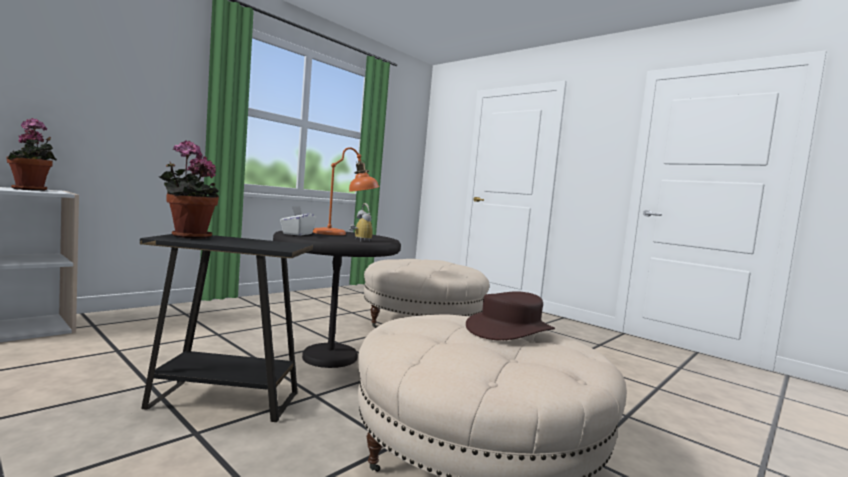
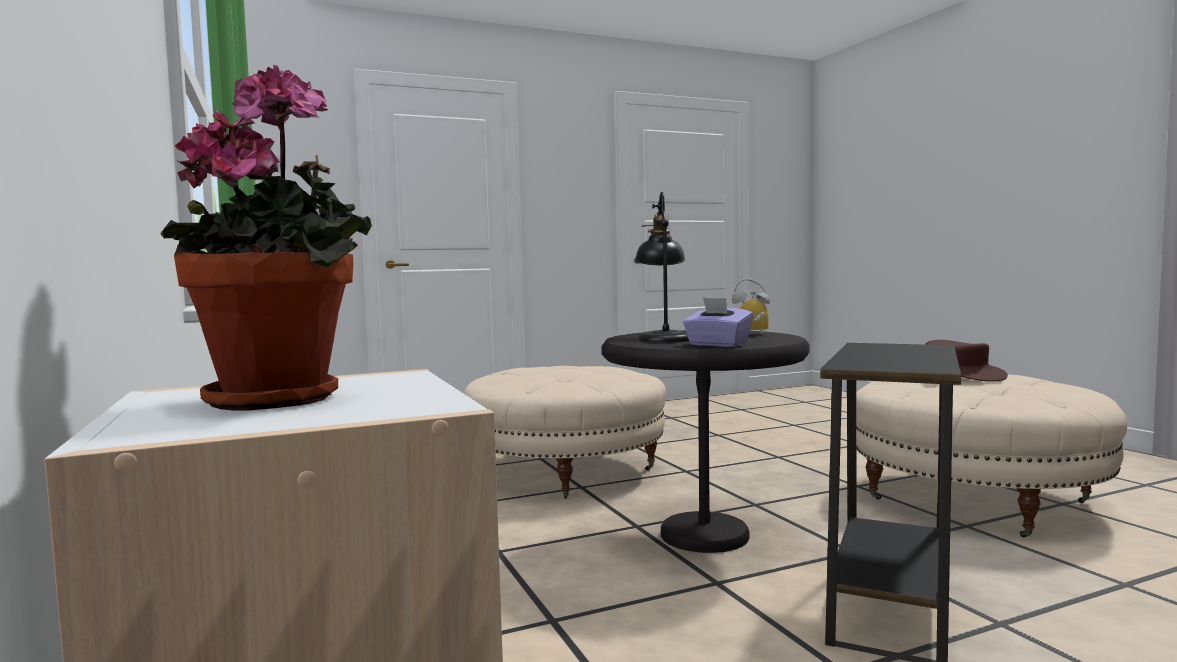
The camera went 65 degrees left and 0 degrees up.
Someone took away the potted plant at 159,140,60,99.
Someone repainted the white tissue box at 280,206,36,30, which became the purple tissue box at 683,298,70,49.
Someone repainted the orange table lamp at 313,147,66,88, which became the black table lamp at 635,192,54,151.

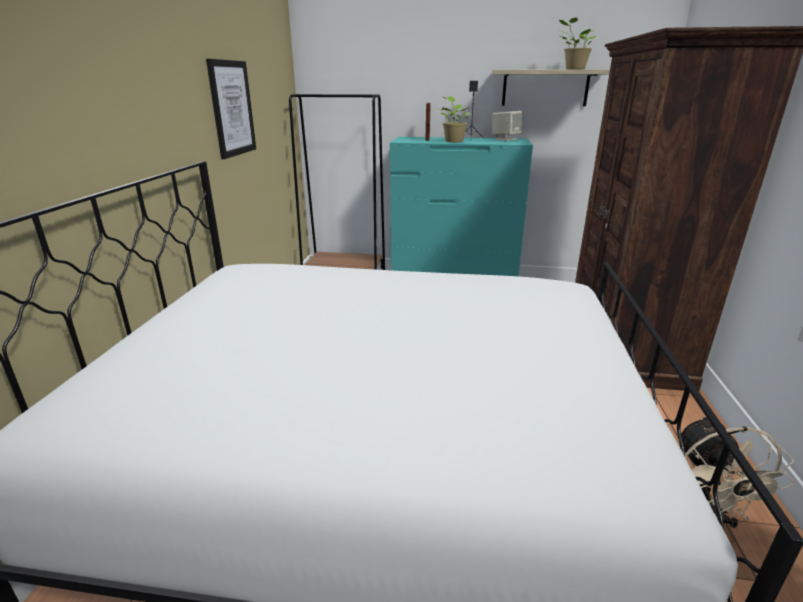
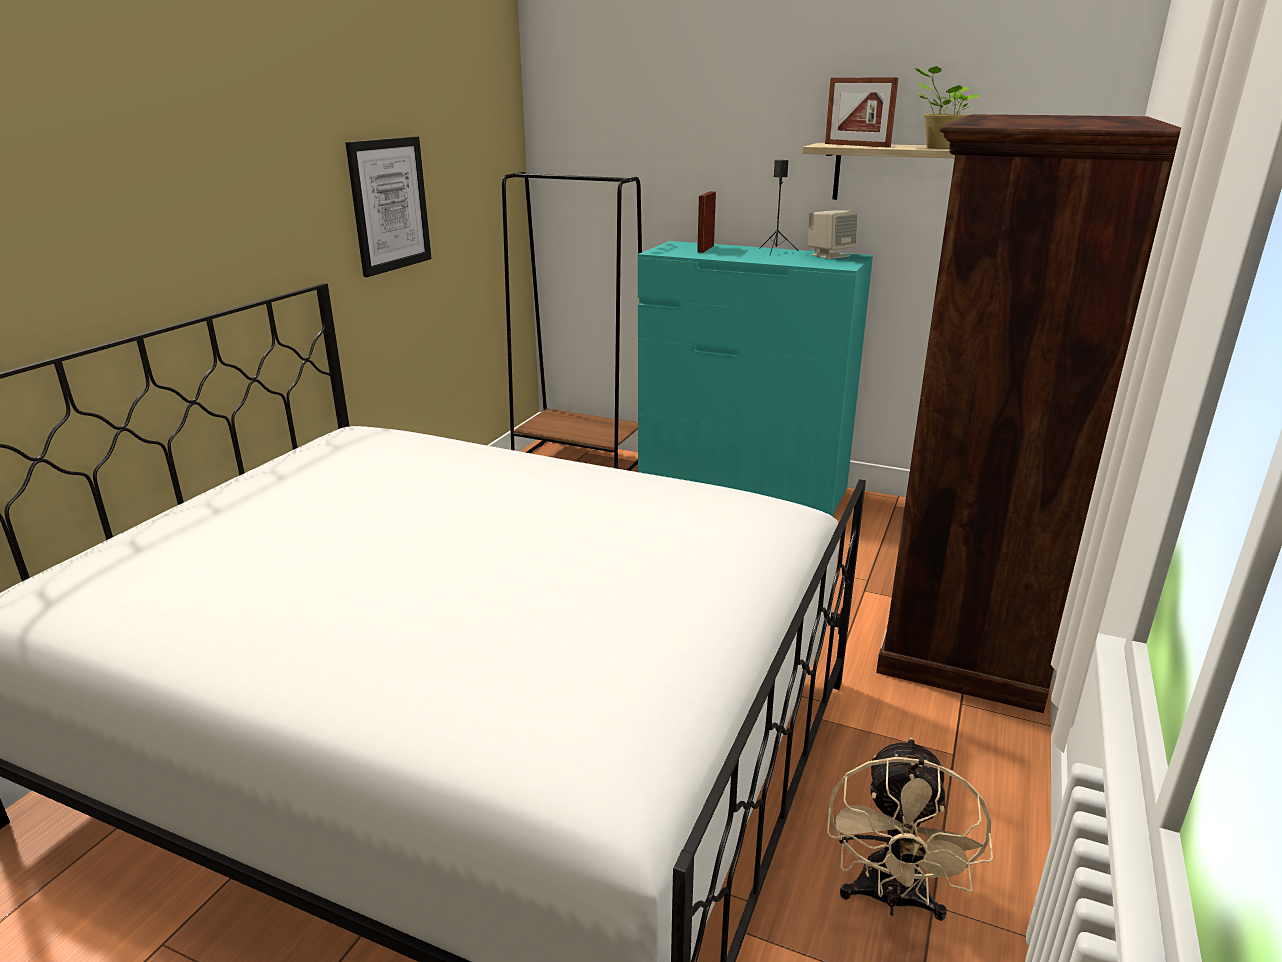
The camera went 15 degrees right and 0 degrees up.
Someone took away the potted plant at 439,96,32,46.
Someone put down the picture frame at 825,77,74,71.

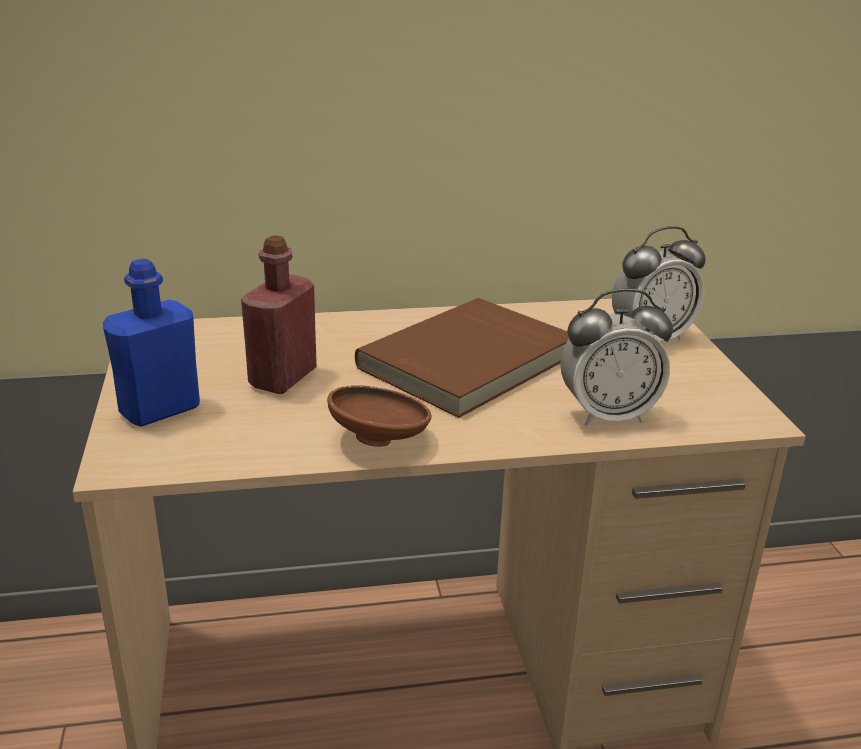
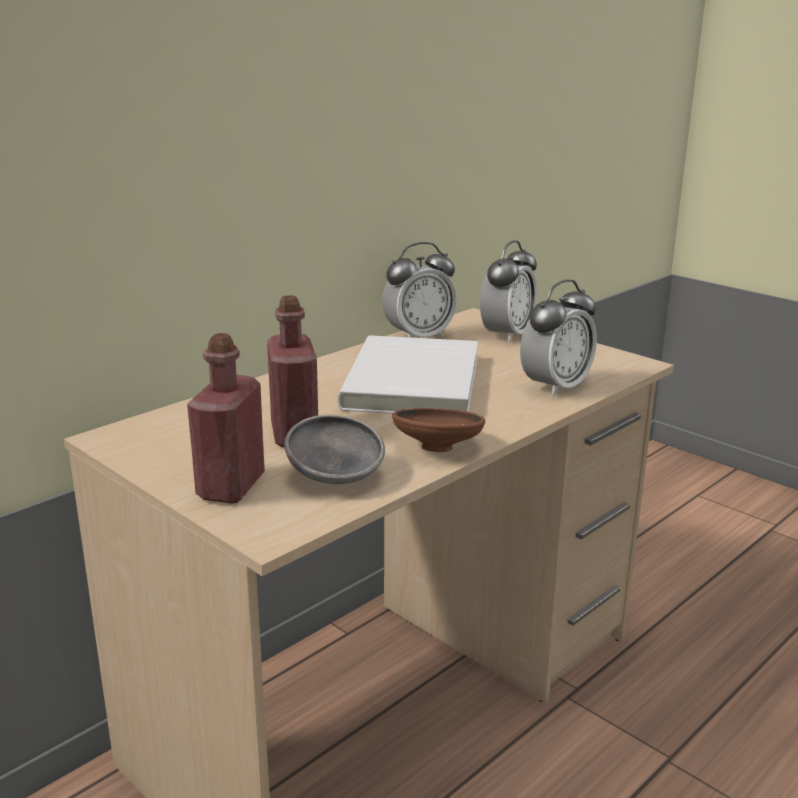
The camera went 35 degrees left and 5 degrees down.
Someone put down the grey bowl at 284,415,101,69.
Someone put down the alarm clock at 382,242,75,96.
Someone repainted the blue bottle at 103,259,97,168, which became the red bottle at 187,333,78,171.
Someone repainted the brown book at 355,298,214,120, which became the white book at 337,335,141,79.

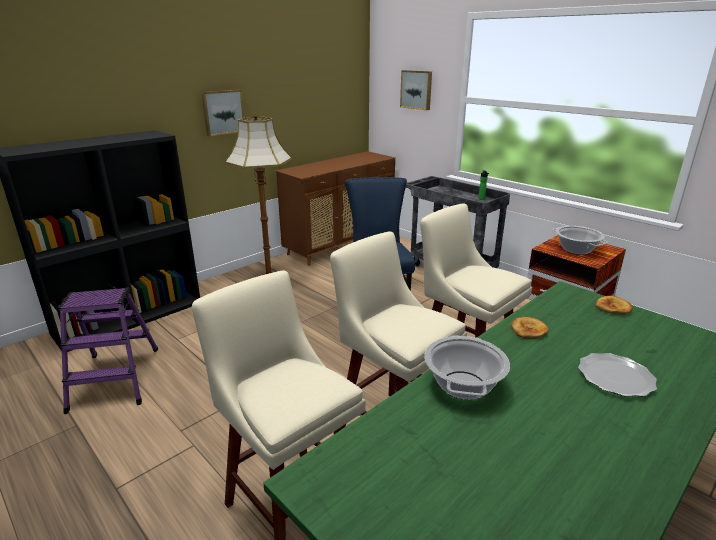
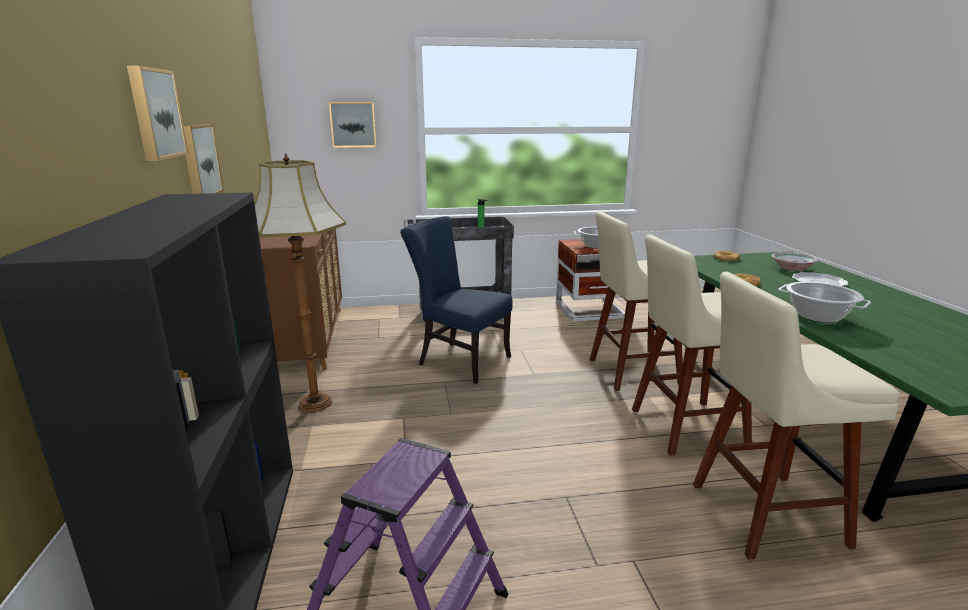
The camera went 55 degrees left and 5 degrees down.
Someone put up the picture at 127,65,61,96.
Someone put down the bowl at 772,252,46,19.

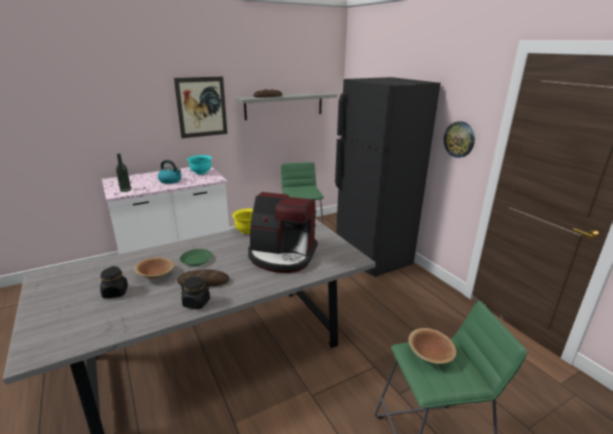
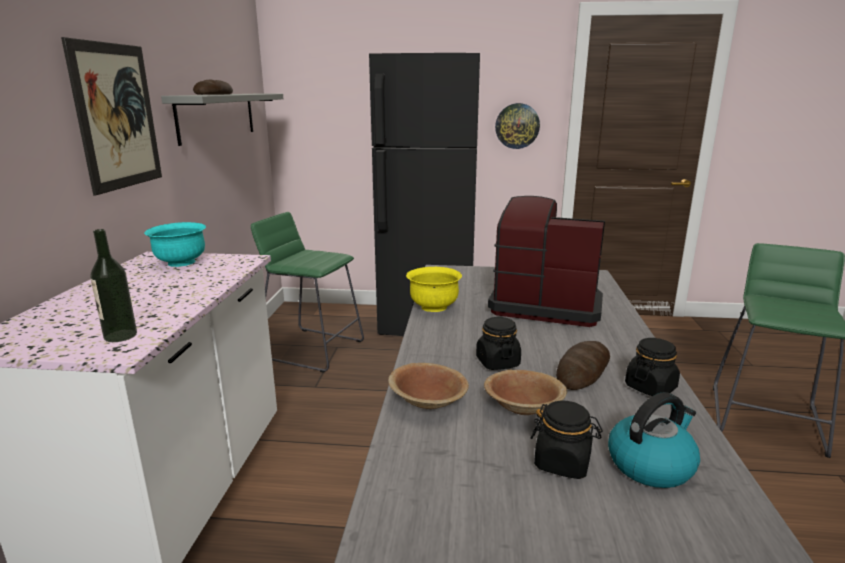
The camera went 55 degrees left and 5 degrees down.
Someone carried the kettle from 158,160,24,24 to 608,392,92,96.
Someone carried the brown bowl from 408,328,48,36 to 388,363,81,46.
Someone swapped the green plate at 180,249,32,17 for the black jar at 476,317,45,53.
Someone rotated the coffee machine at 248,192,70,81 by 120 degrees counterclockwise.

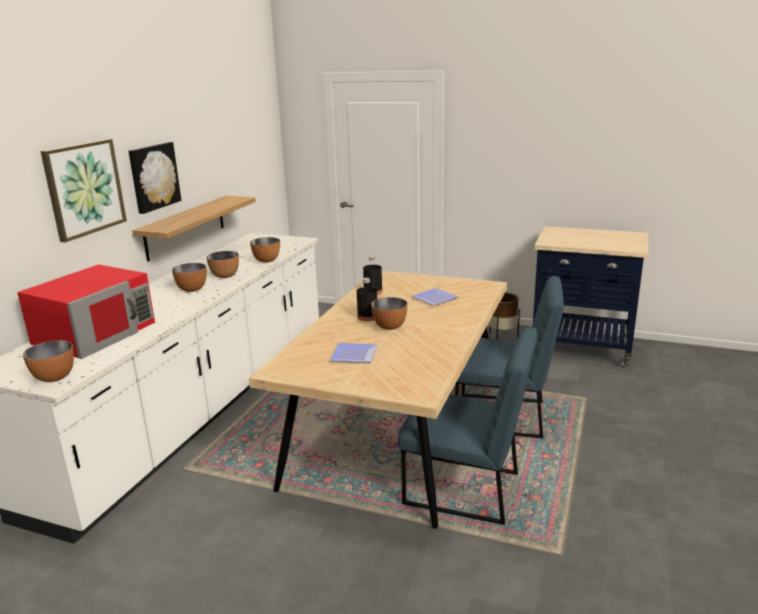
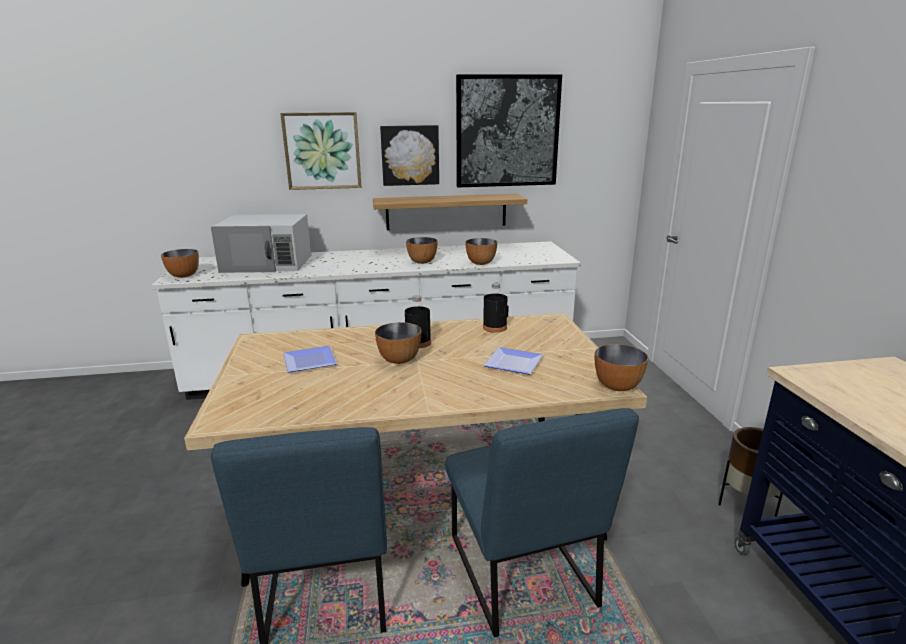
The camera went 60 degrees right and 0 degrees up.
Someone put up the picture at 456,74,106,114.
Someone carried the bowl from 172,263,35,29 to 595,344,54,47.
Someone repainted the red microwave at 17,264,138,95, which became the white microwave at 211,214,100,59.

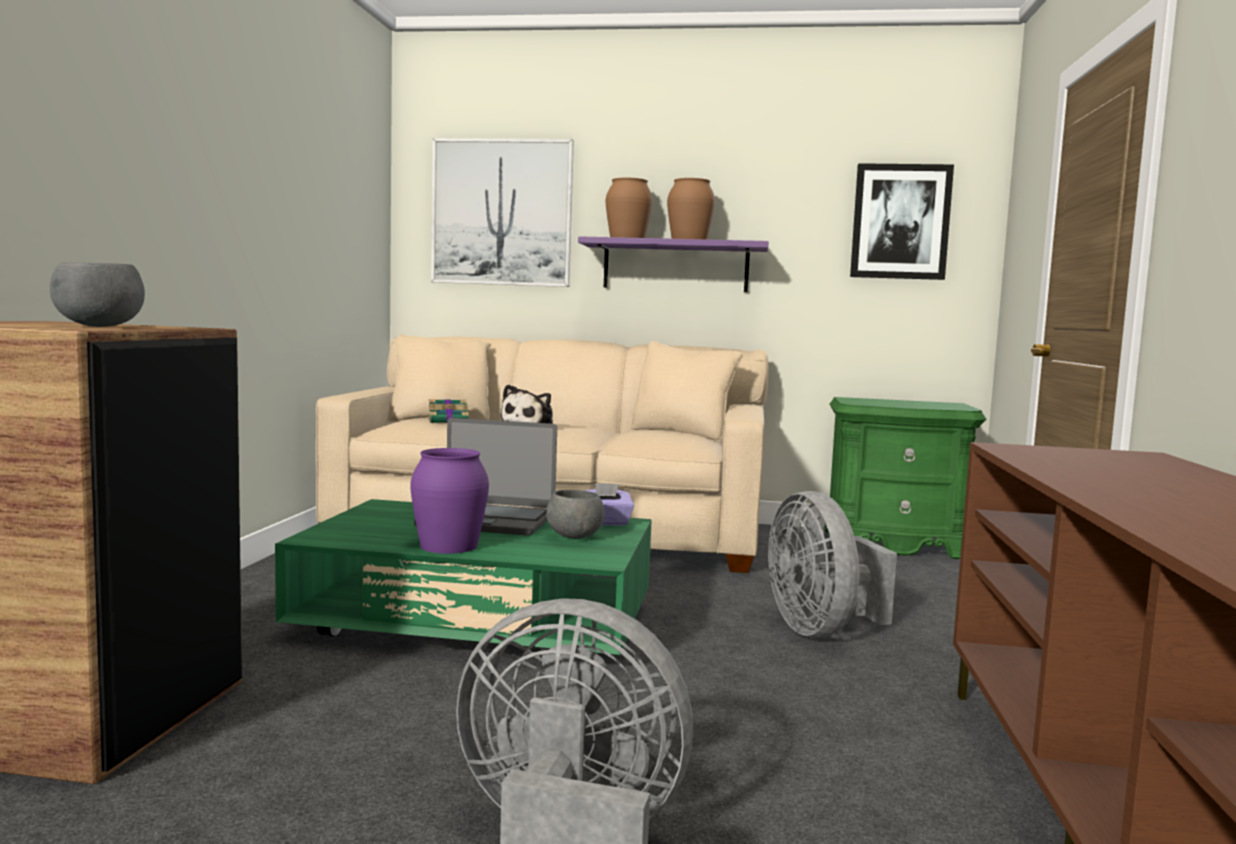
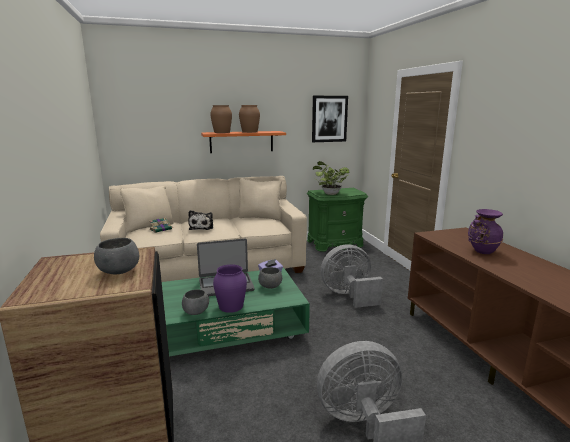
The camera went 25 degrees left and 10 degrees up.
Someone took away the picture at 431,138,143,149.
Someone put down the grey bowl at 182,289,27,26.
Someone put down the potted plant at 313,161,36,34.
Someone put down the purple vase at 468,209,35,45.
Someone repainted the purple shelf at 578,236,191,56, which became the orange shelf at 201,131,85,22.
Someone rotated the grey fan at 768,491,129,147 by 120 degrees clockwise.

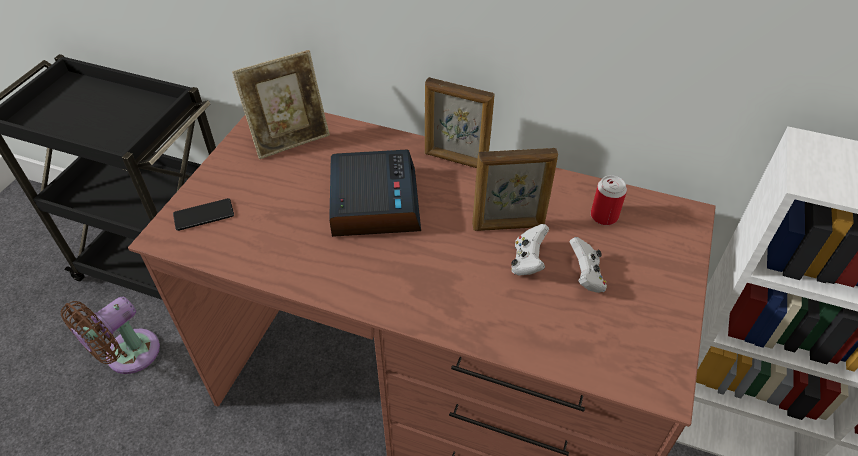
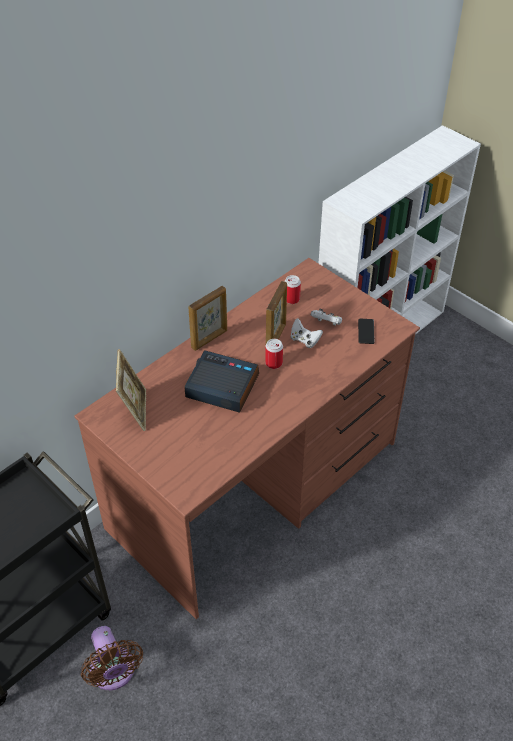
The camera went 65 degrees left and 0 degrees up.
Someone put down the can at 265,339,18,30.
Someone carried the phone from 173,198,61,33 to 358,319,17,25.

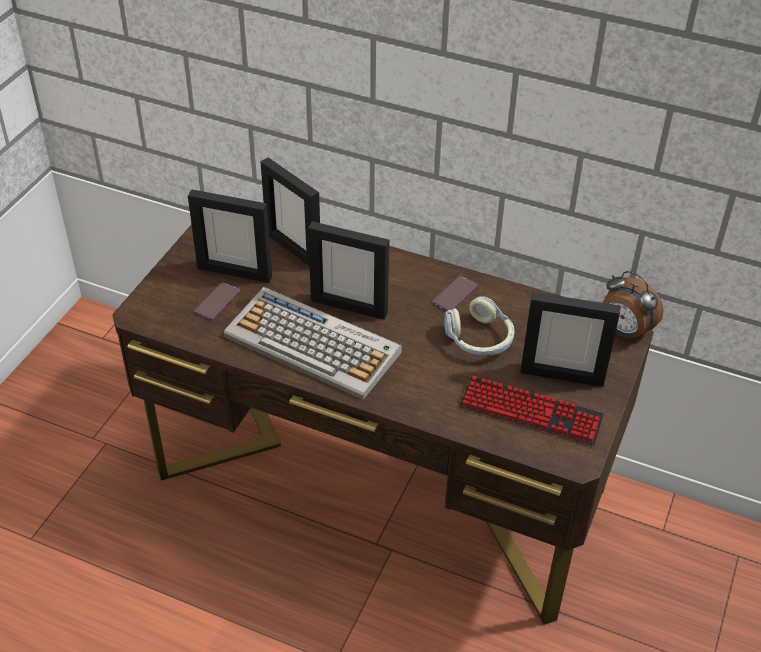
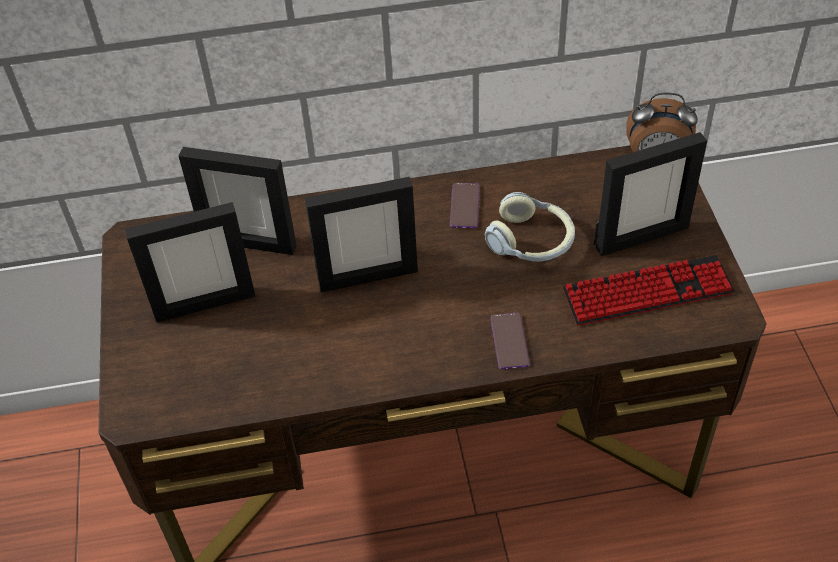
The camera went 30 degrees left and 5 degrees up.
Someone took away the keyboard at 224,287,178,113.
Someone carried the phone from 194,282,46,38 to 491,313,39,56.

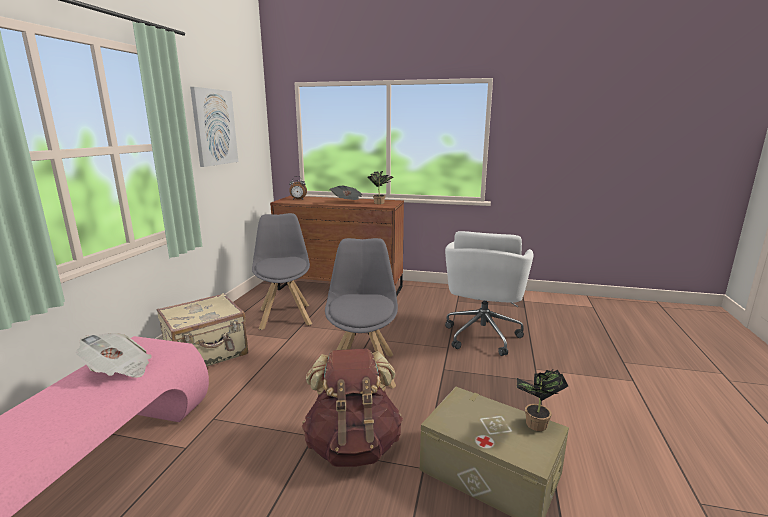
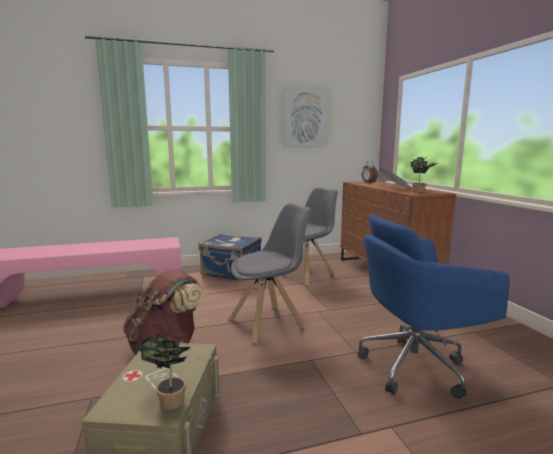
The camera went 60 degrees right and 5 degrees down.
Someone took away the newspaper at 76,333,76,45.
Someone repainted the beige suitcase at 157,293,91,74, which became the blue suitcase at 198,233,64,48.
Someone repainted the white office chair at 445,231,88,125, which became the blue office chair at 358,214,152,185.

